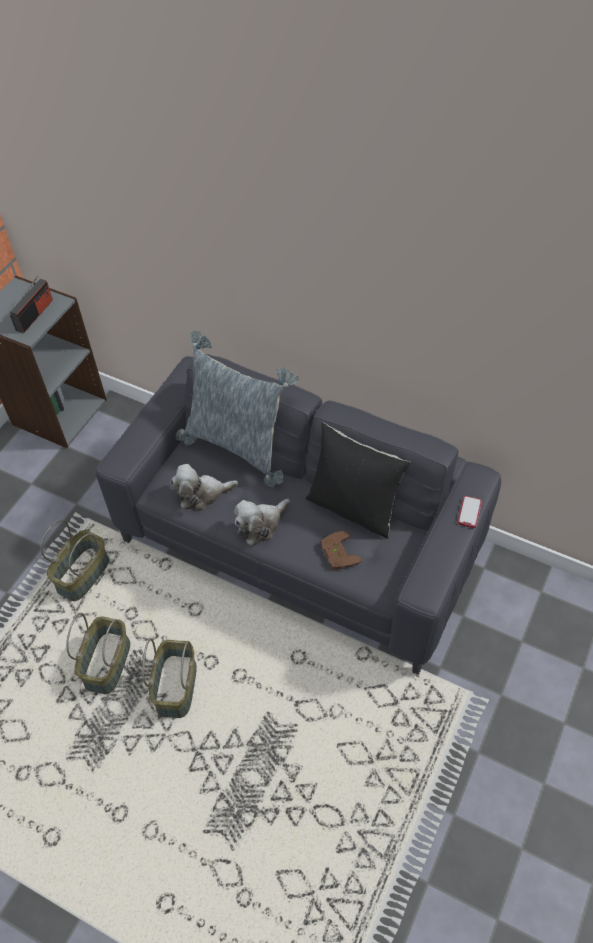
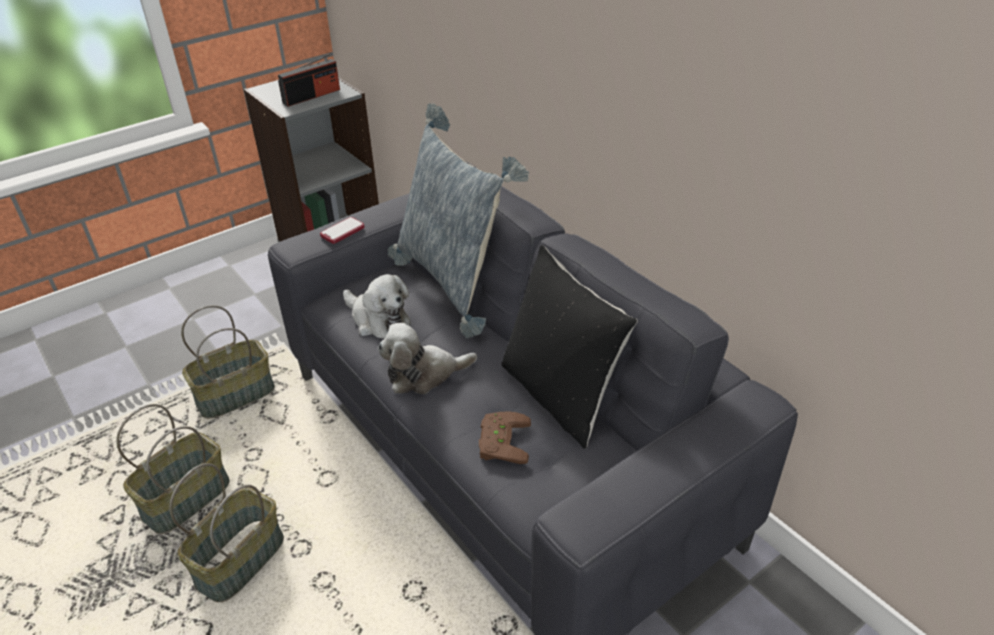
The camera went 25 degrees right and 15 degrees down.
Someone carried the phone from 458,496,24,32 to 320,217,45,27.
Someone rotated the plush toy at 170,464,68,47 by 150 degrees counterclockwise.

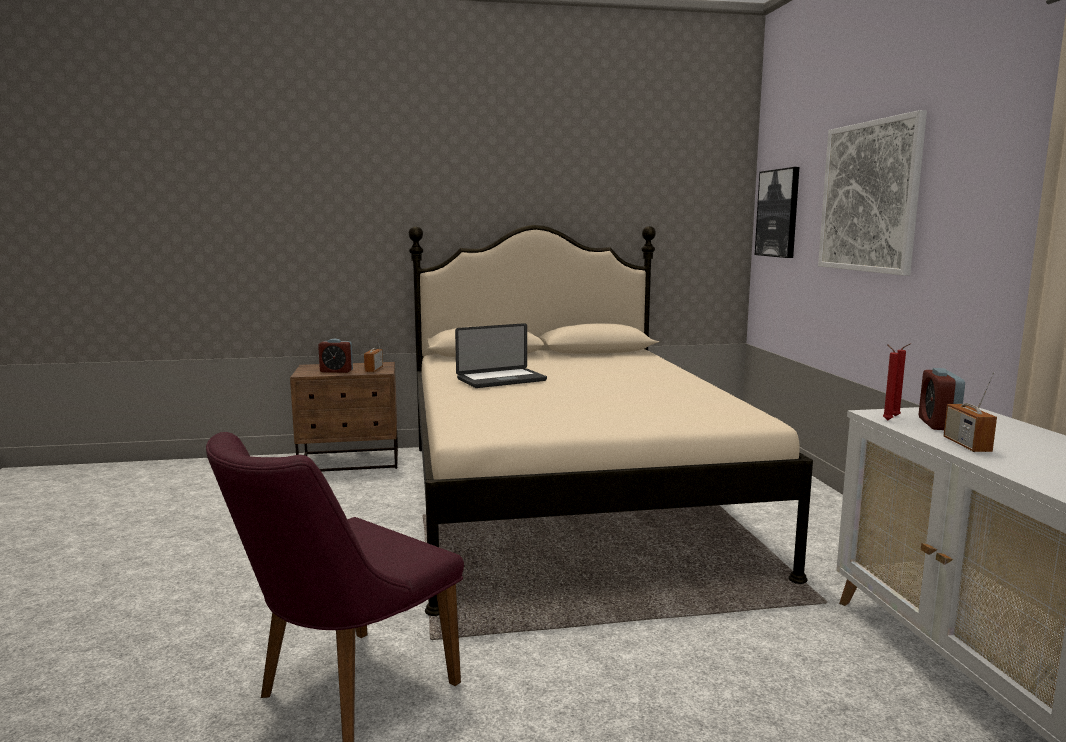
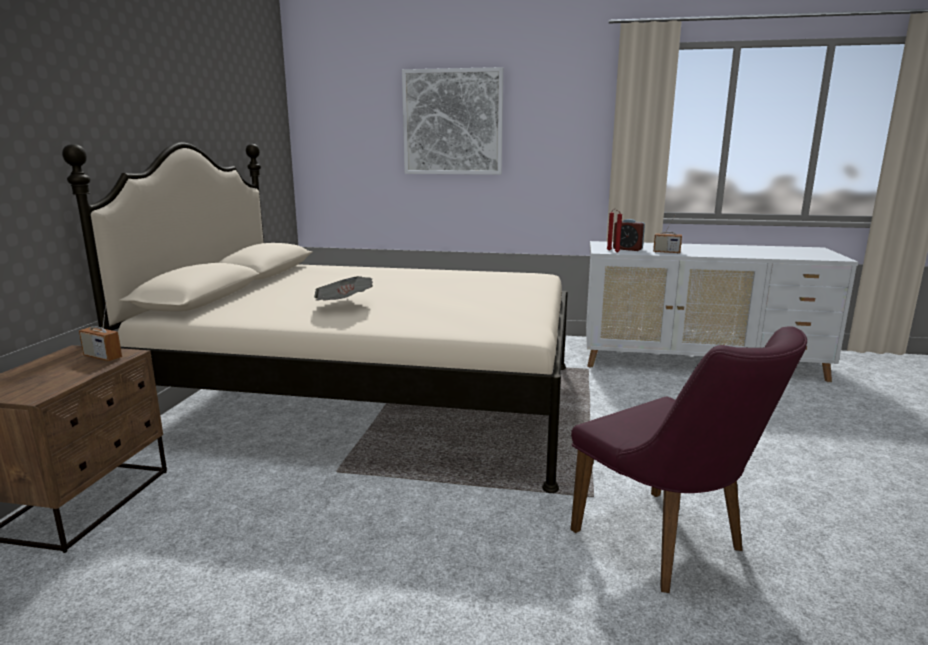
The camera went 70 degrees left and 5 degrees up.
Someone took away the alarm clock at 318,339,35,34.
Someone took away the picture at 755,167,44,91.
Someone swapped the laptop at 455,323,92,65 for the newspaper at 314,276,59,25.

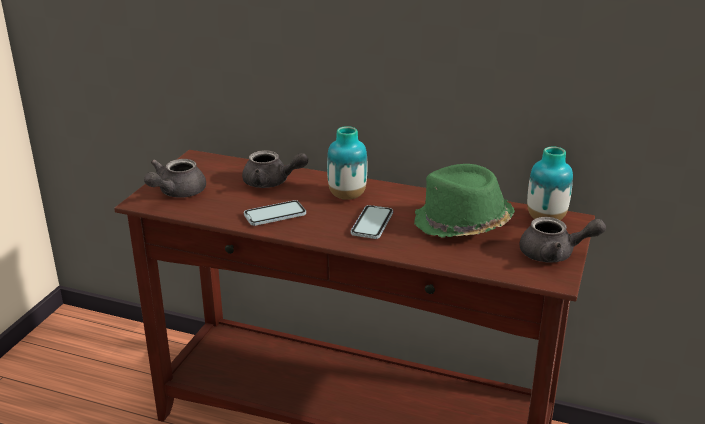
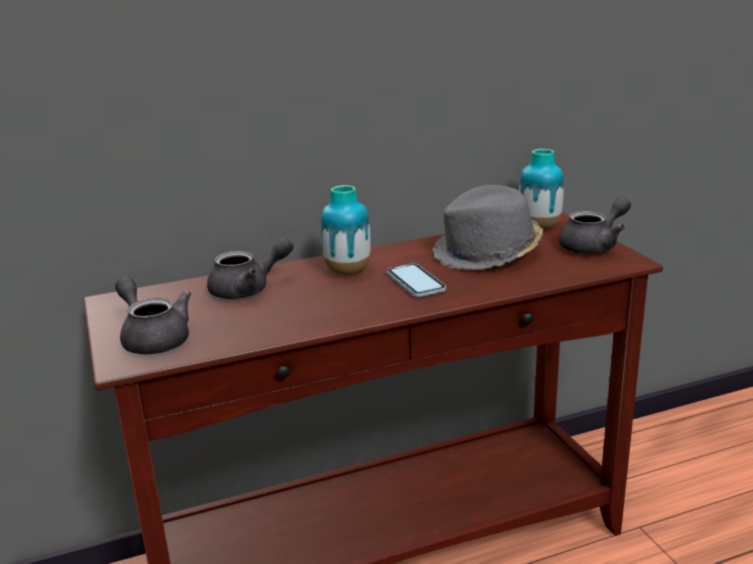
The camera went 40 degrees left and 5 degrees down.
Someone took away the phone at 244,200,62,26.
Someone repainted the green hat at 414,164,101,74, which became the grey hat at 433,185,110,85.
Someone rotated the grey teapot at 144,159,62,39 by 150 degrees clockwise.

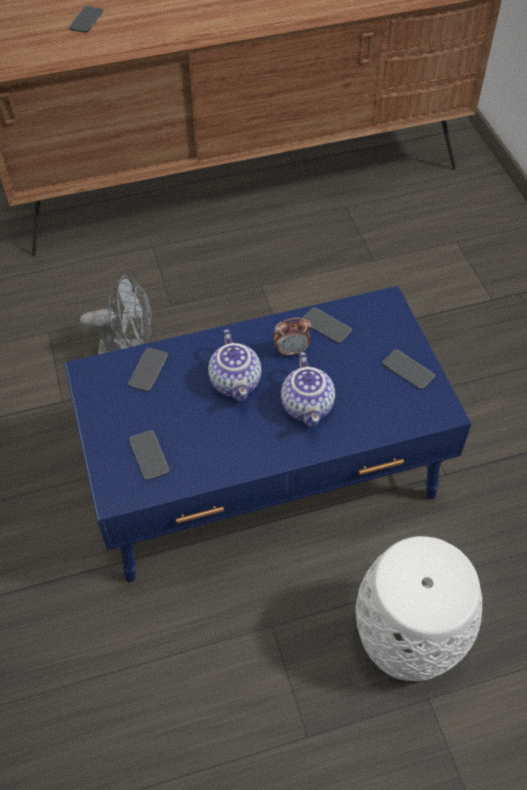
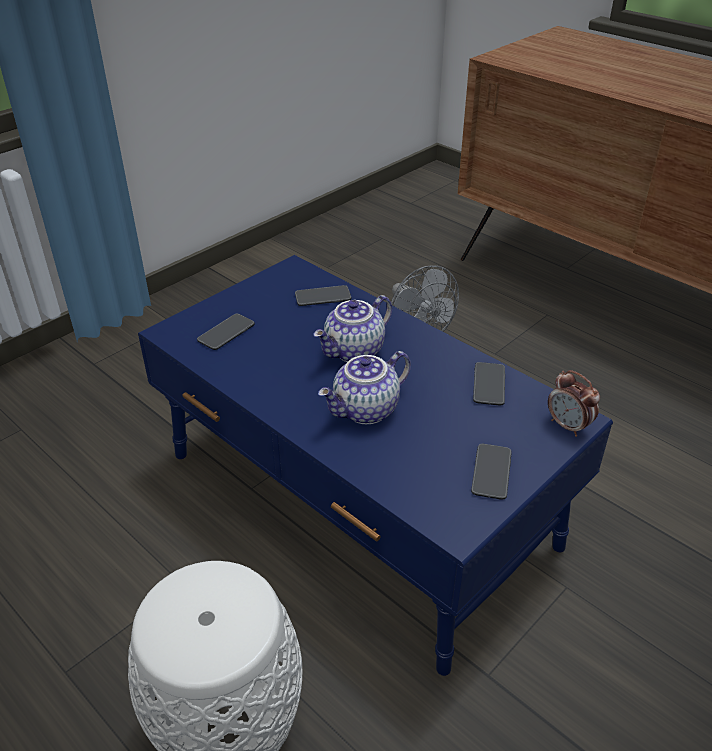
The camera went 60 degrees right and 15 degrees down.
Someone took away the phone at 69,6,34,26.
Someone carried the alarm clock from 273,318,38,39 to 548,370,52,67.

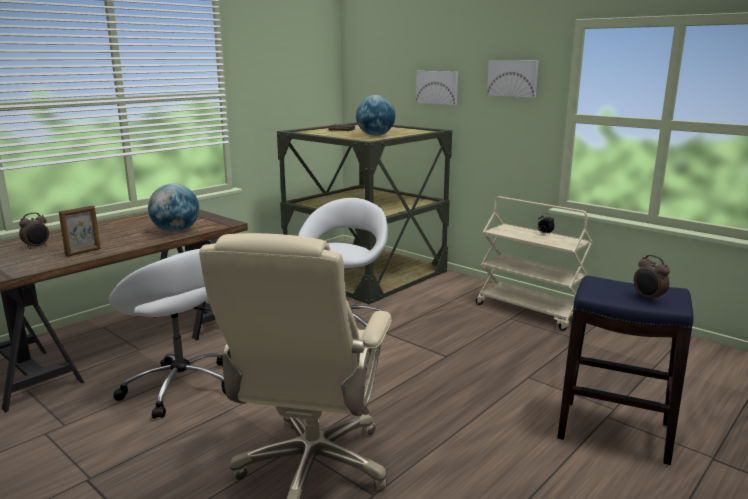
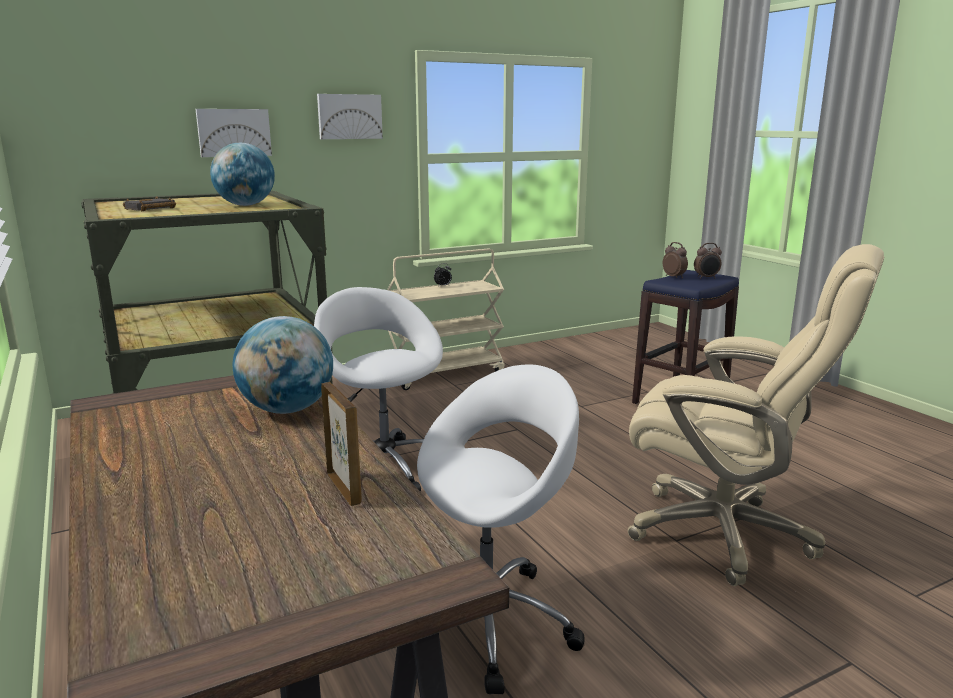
The camera went 70 degrees left and 0 degrees up.
Someone carried the alarm clock from 19,212,30,37 to 663,242,25,36.

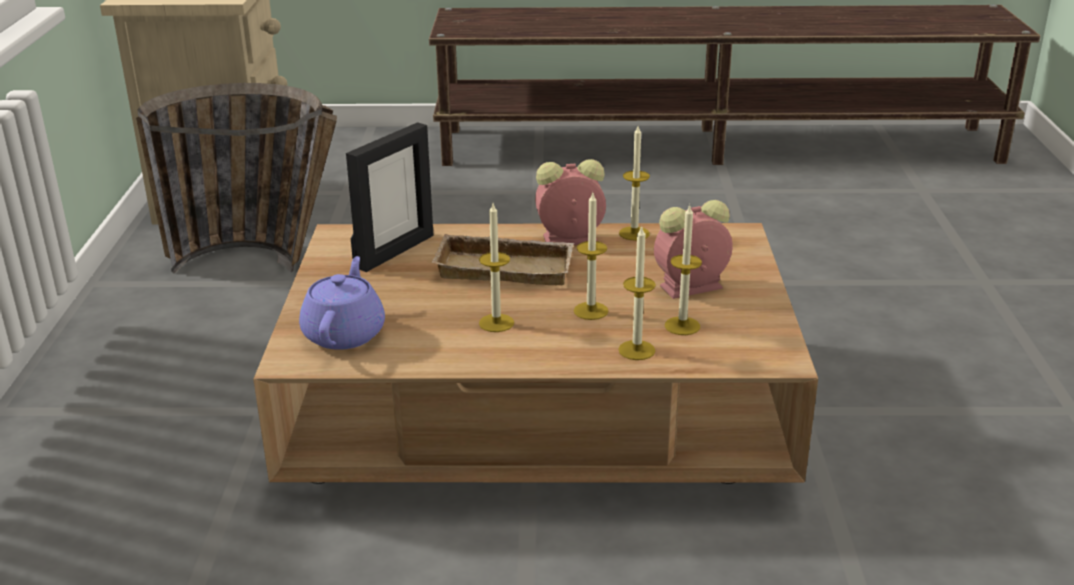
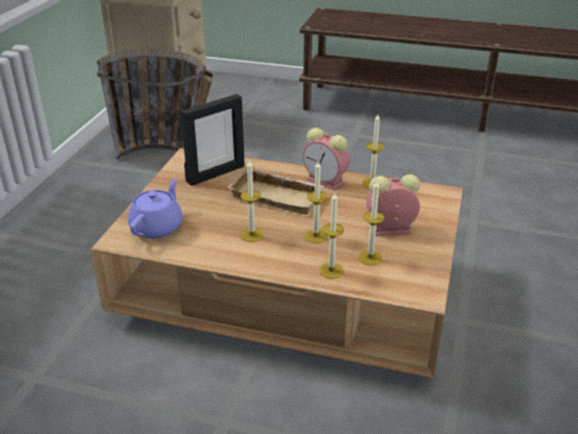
The camera went 15 degrees right and 5 degrees up.
Someone rotated the alarm clock at 535,159,71,86 by 150 degrees counterclockwise.

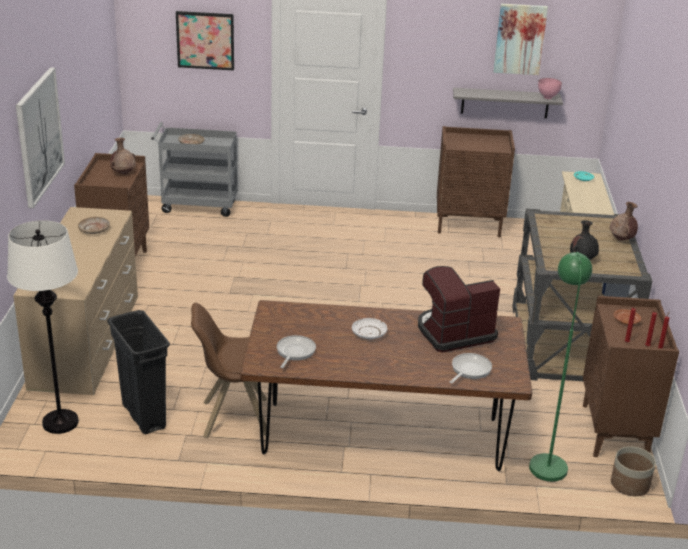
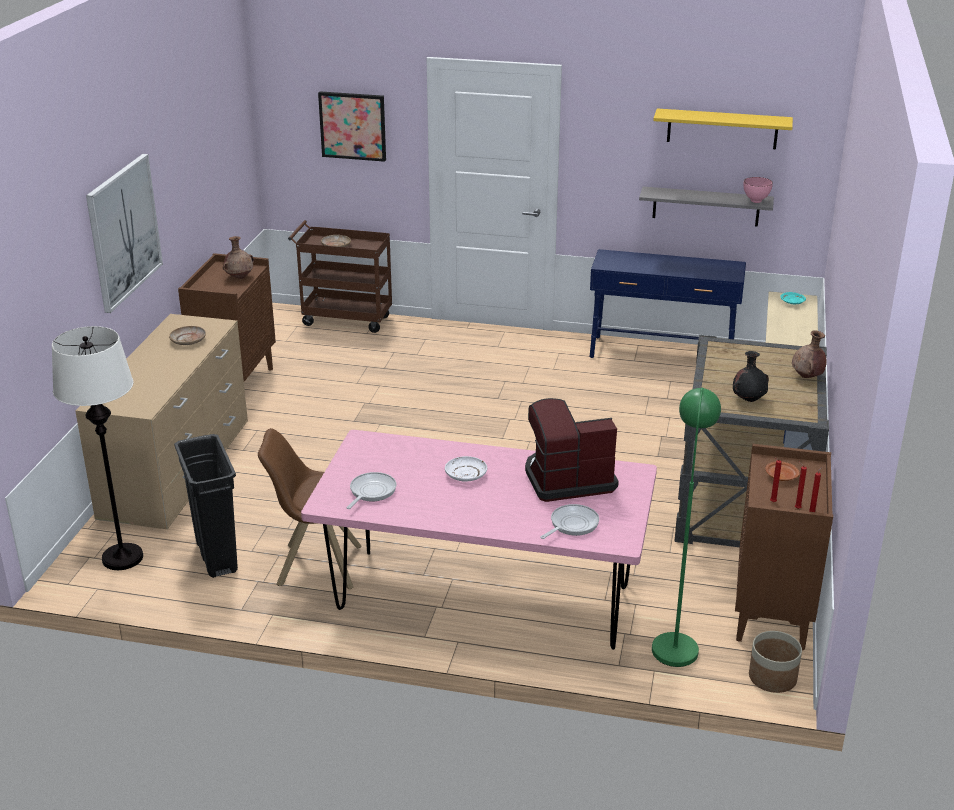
The camera went 10 degrees right and 0 degrees up.
Someone swapped the brown cabinet at 437,126,78,111 for the blue console table at 590,249,156,109.
Someone swapped the picture at 493,4,55,71 for the yellow shelf at 653,108,140,41.
Someone repainted the grey cart at 151,122,86,95, which became the brown cart at 288,220,104,113.
Someone repainted the brown dining table at 240,300,292,171, which became the pink dining table at 301,430,356,220.

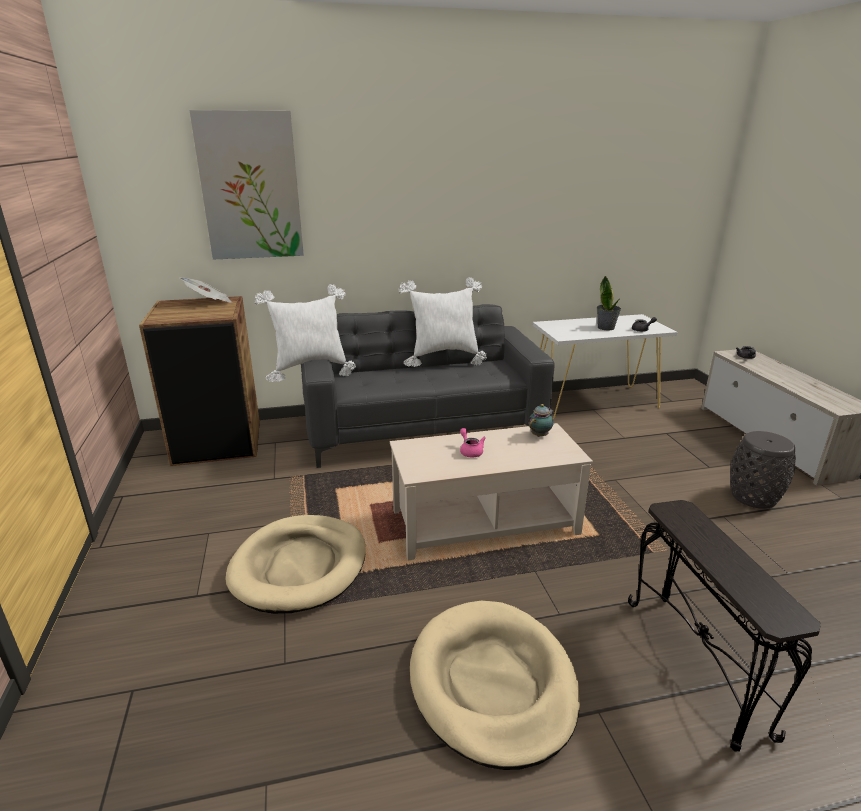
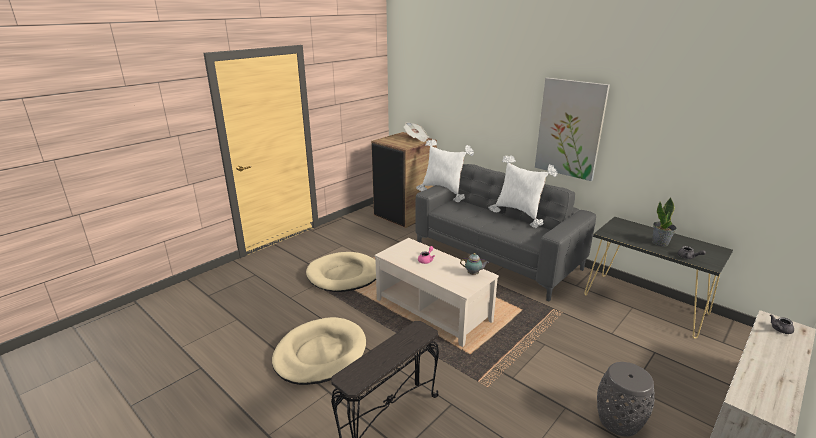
The camera went 55 degrees right and 0 degrees up.
Someone carried the picture from 189,110,115,150 to 535,78,75,103.
Someone repainted the white console table at 533,314,145,106, which became the black console table at 584,217,149,122.

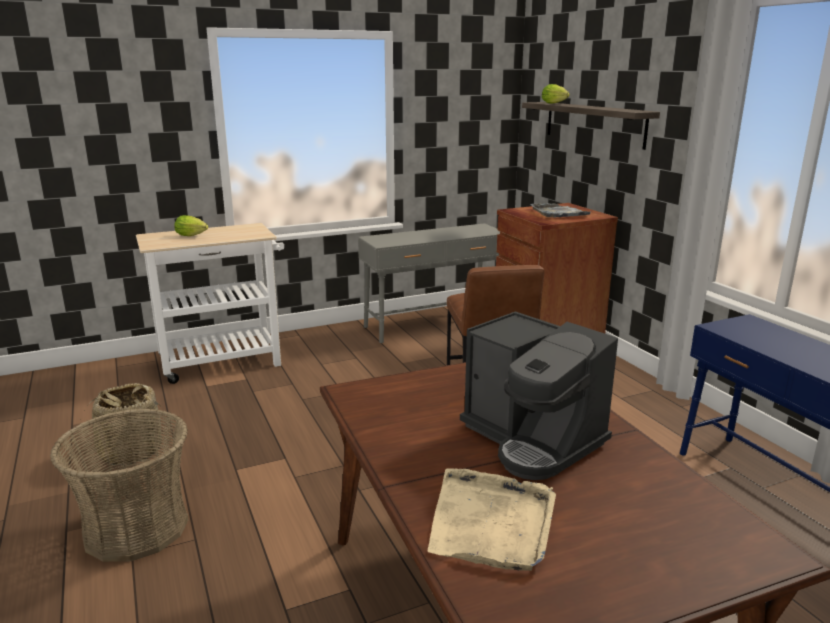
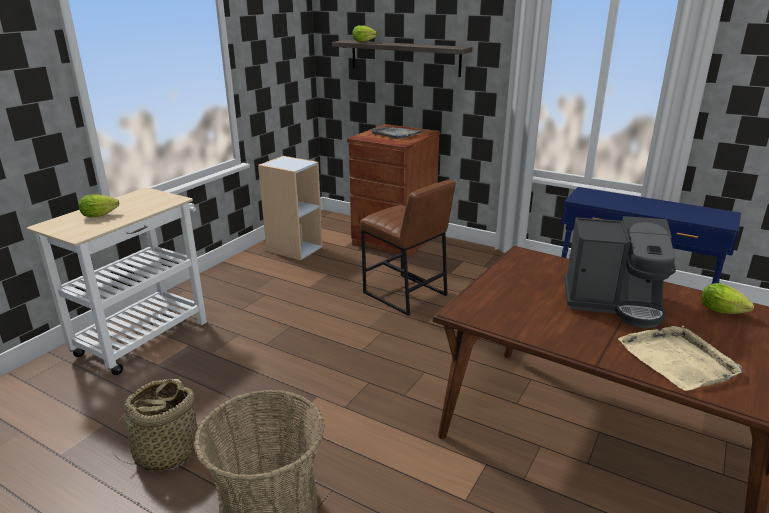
The camera went 35 degrees left and 5 degrees up.
Someone put down the lettuce at 701,283,53,31.
Someone swapped the grey console table at 358,223,142,120 for the bookcase at 258,156,65,105.

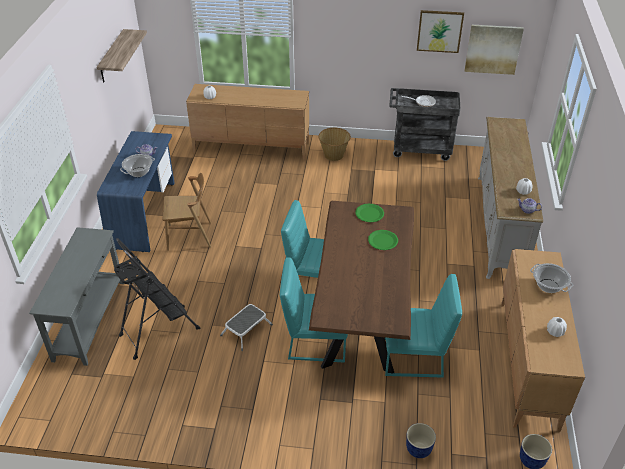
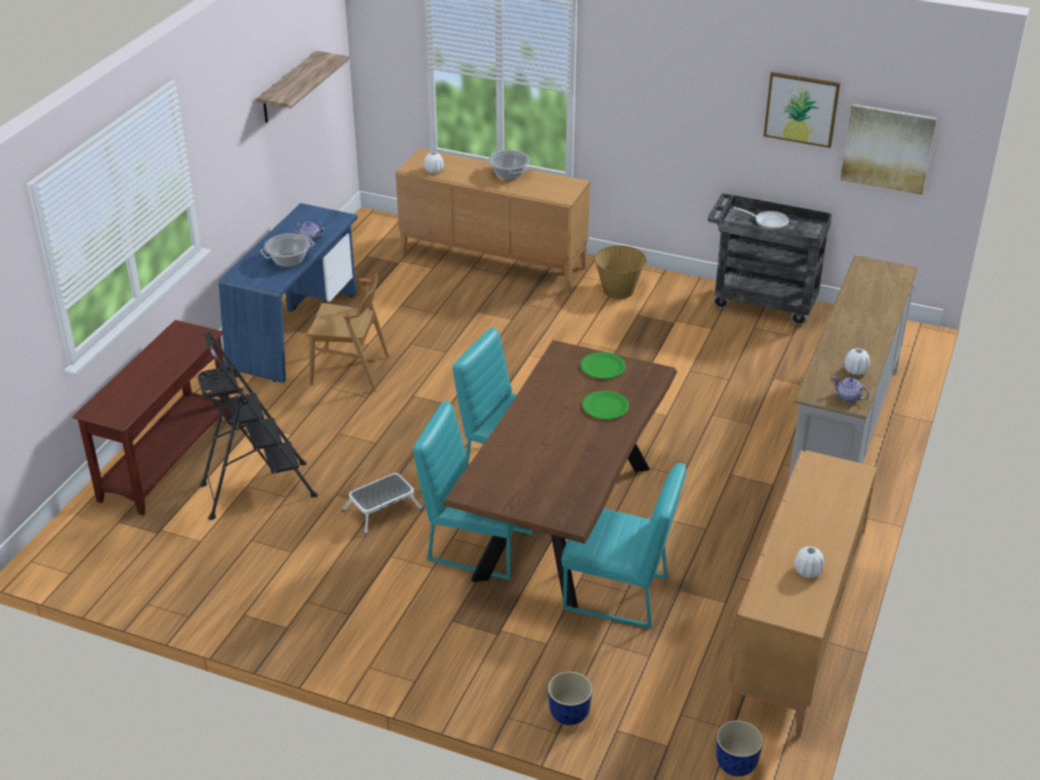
The camera went 15 degrees right and 5 degrees down.
Someone carried the cooking pot from 530,263,43,30 to 488,150,42,30.
Someone repainted the grey console table at 29,227,94,139, which became the brown console table at 72,320,159,195.

